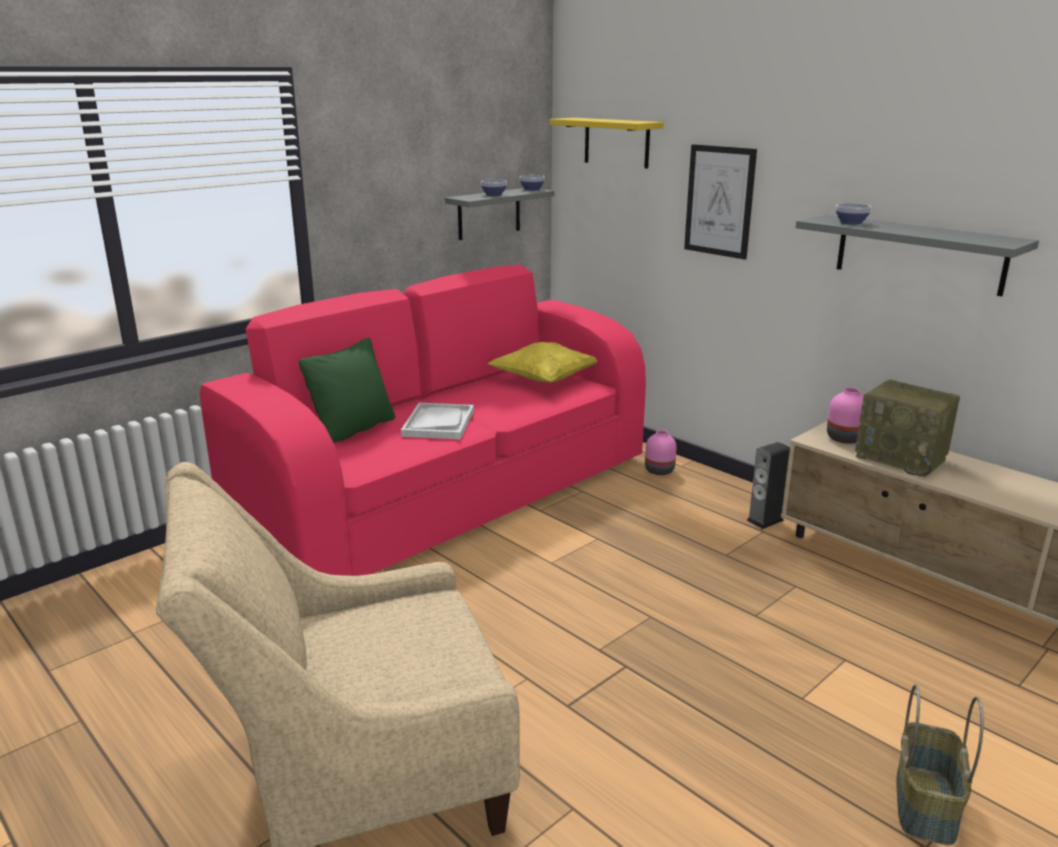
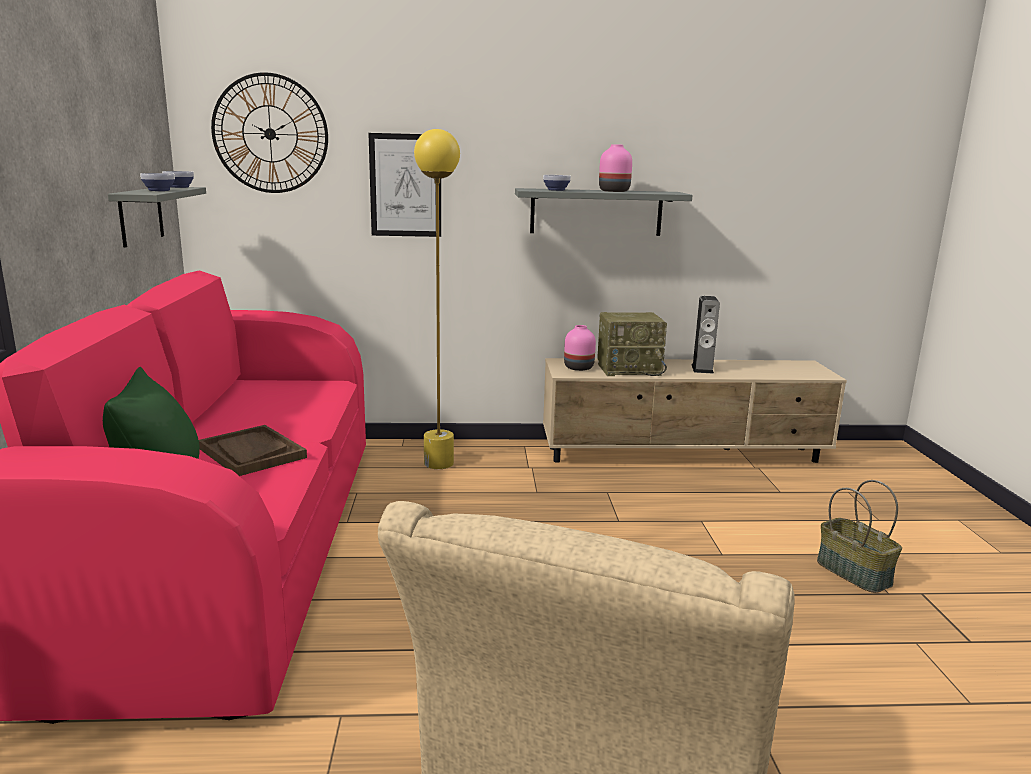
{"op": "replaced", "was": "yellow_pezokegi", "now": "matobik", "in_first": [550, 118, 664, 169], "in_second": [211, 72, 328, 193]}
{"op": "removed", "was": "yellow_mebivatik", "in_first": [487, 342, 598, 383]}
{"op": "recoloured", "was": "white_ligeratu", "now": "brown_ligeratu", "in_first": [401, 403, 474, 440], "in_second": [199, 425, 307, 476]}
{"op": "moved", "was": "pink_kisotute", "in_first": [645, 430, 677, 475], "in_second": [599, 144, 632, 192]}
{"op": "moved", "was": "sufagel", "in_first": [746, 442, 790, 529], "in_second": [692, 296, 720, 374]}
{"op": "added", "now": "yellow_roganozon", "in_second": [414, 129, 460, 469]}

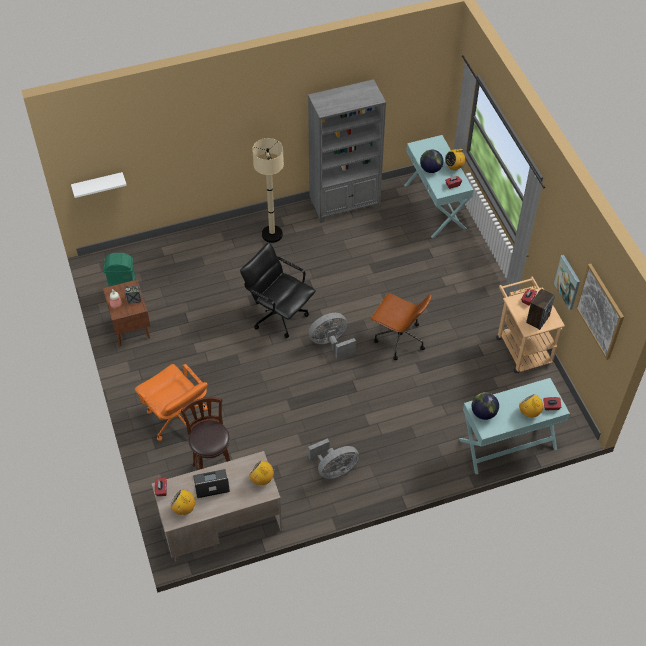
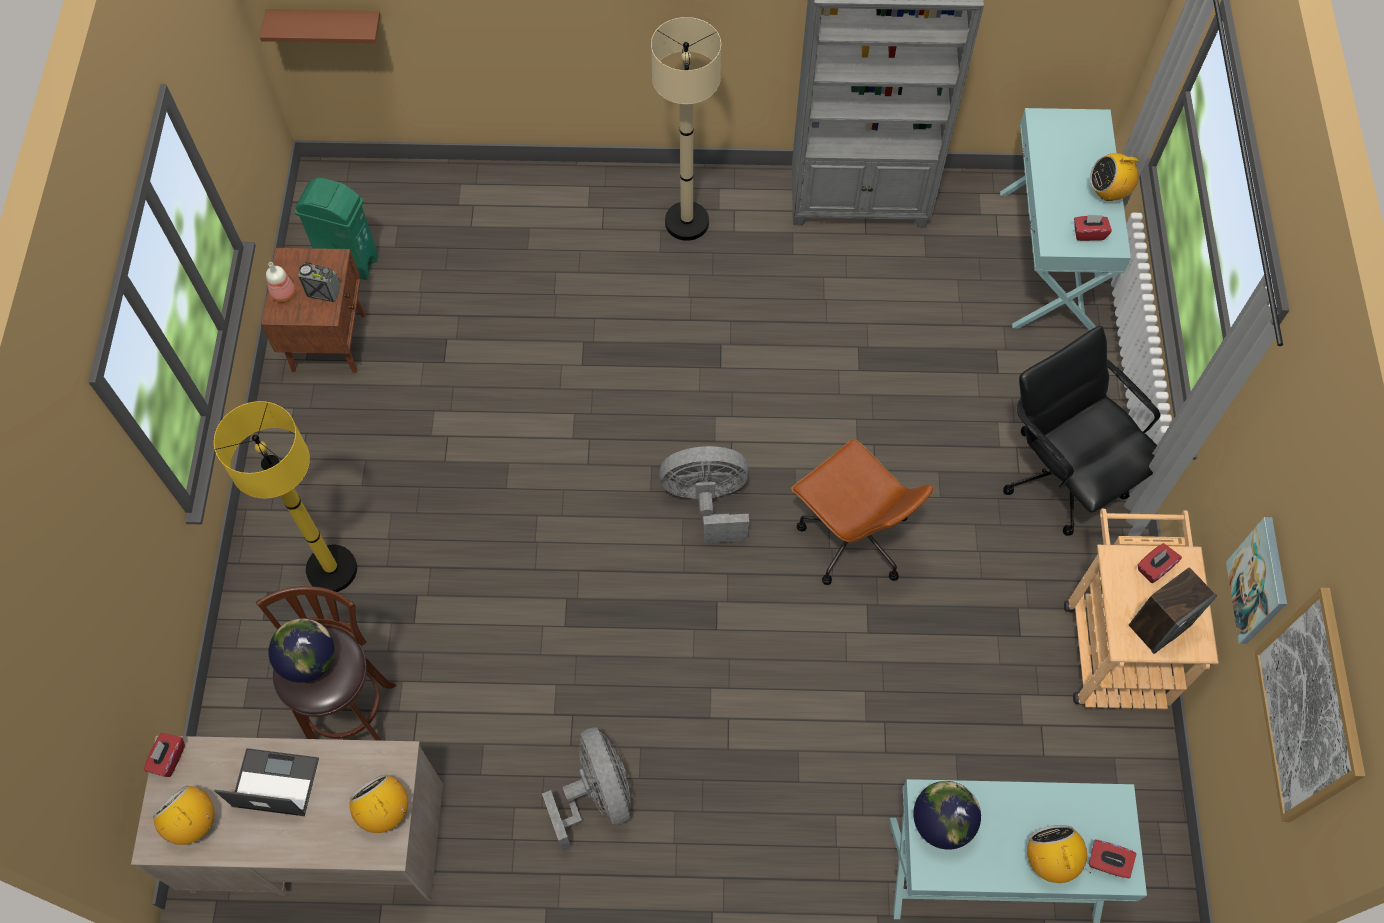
{"op": "moved", "was": "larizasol", "in_first": [420, 150, 443, 173], "in_second": [268, 618, 334, 683]}
{"op": "recoloured", "was": "white_pezokegi", "now": "brown_pezokegi", "in_first": [71, 172, 127, 198], "in_second": [260, 9, 380, 43]}
{"op": "moved", "was": "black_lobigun", "in_first": [240, 242, 316, 338], "in_second": [1003, 326, 1160, 536]}
{"op": "replaced", "was": "orange_lobigun", "now": "yellow_roganozon", "in_first": [135, 364, 208, 441], "in_second": [214, 401, 357, 592]}
{"op": "turned", "was": "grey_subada", "in_first": [308, 438, 359, 479], "in_second": [542, 727, 631, 851], "clockwise": -105}

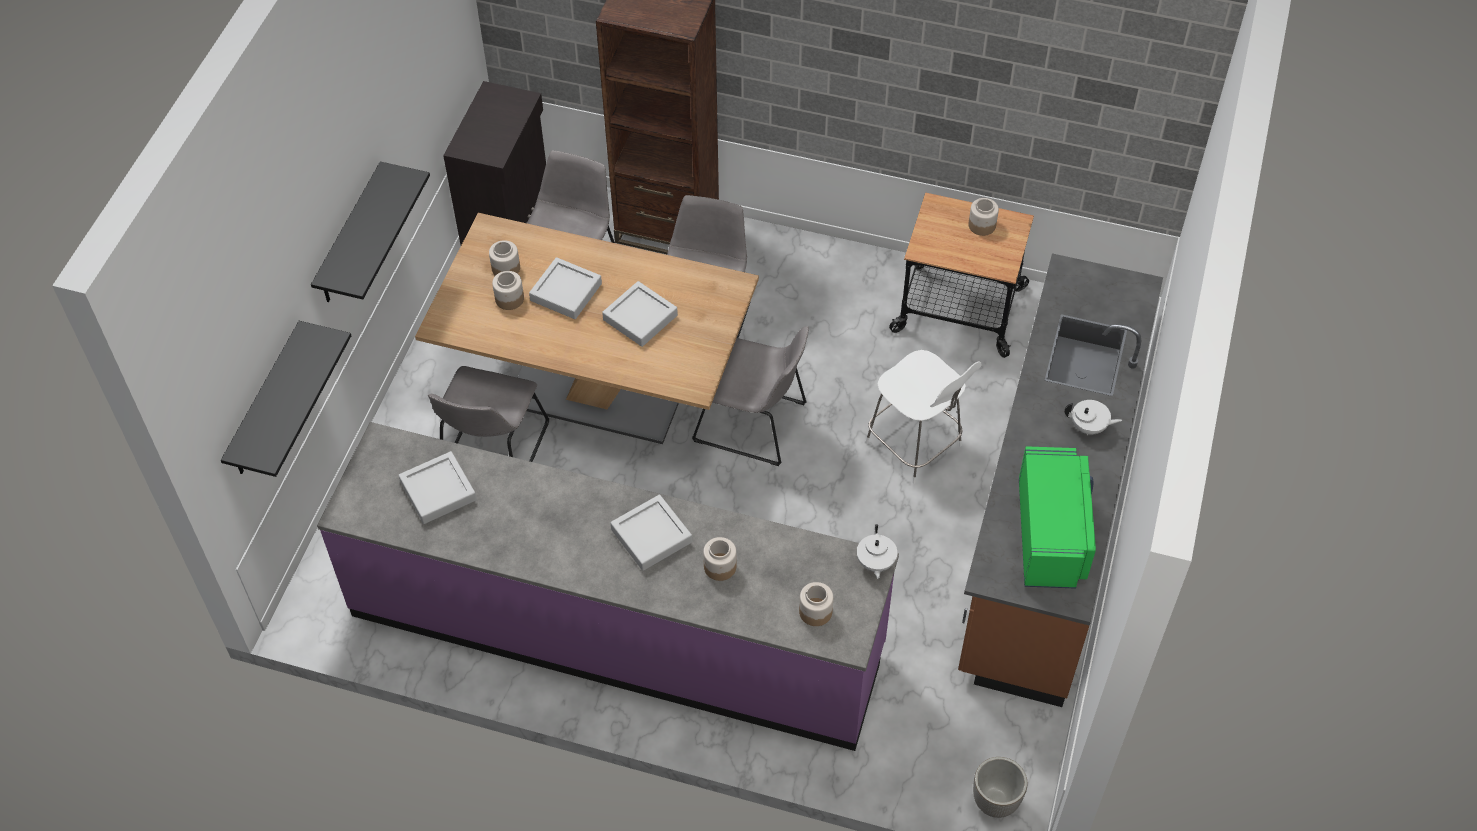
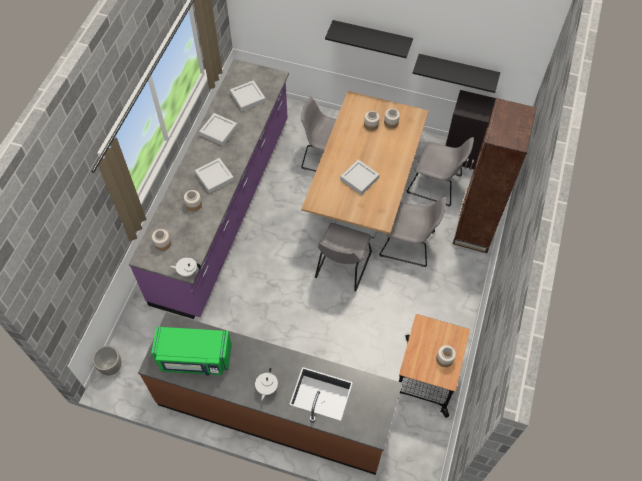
{"op": "moved", "was": "grey_ligeratu", "in_first": [529, 257, 602, 319], "in_second": [199, 113, 237, 146]}
{"op": "moved", "was": "black_pezokegi", "in_first": [221, 321, 351, 477], "in_second": [412, 54, 500, 93]}
{"op": "removed", "was": "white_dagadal", "in_first": [865, 350, 982, 484]}

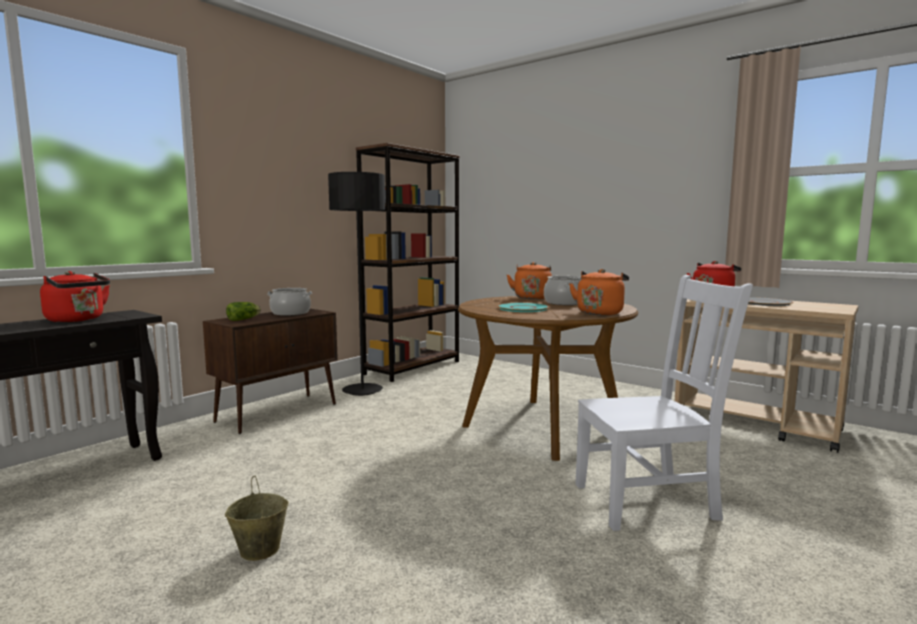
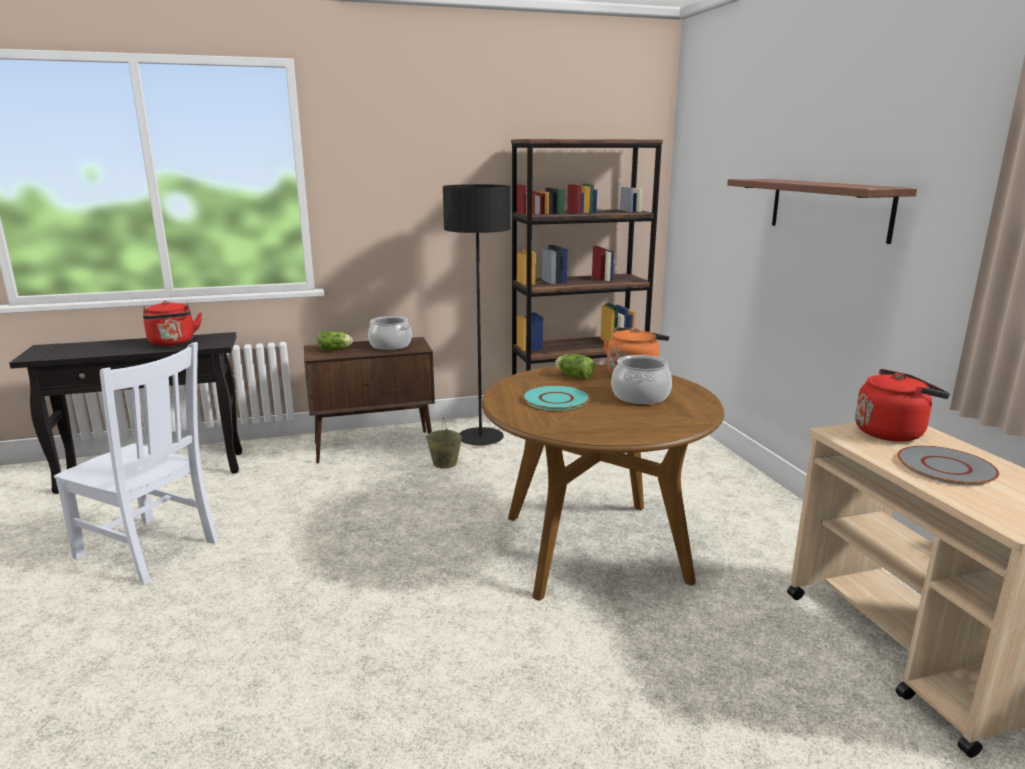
{"op": "removed", "was": "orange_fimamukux", "in_first": [569, 269, 629, 315]}
{"op": "moved", "was": "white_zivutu", "in_first": [575, 275, 753, 531], "in_second": [54, 342, 218, 585]}
{"op": "moved", "was": "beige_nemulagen", "in_first": [225, 476, 288, 561], "in_second": [425, 418, 462, 469]}
{"op": "added", "now": "pezokegi", "in_second": [727, 179, 917, 244]}
{"op": "added", "now": "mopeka", "in_second": [555, 354, 595, 380]}

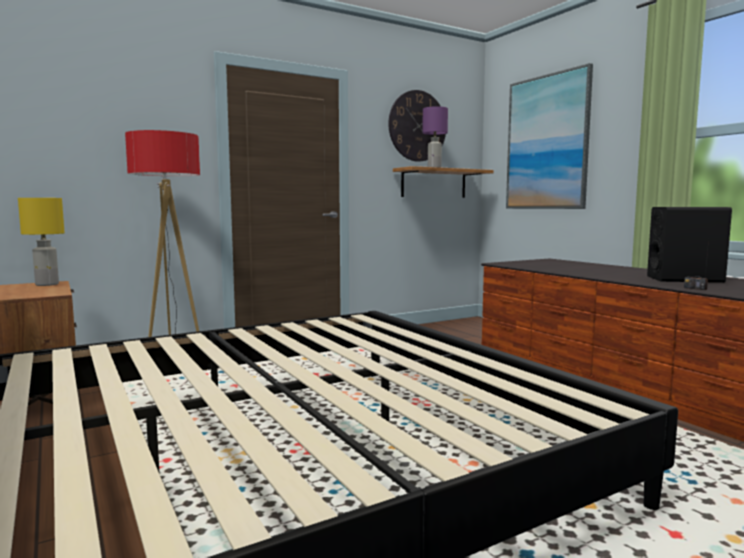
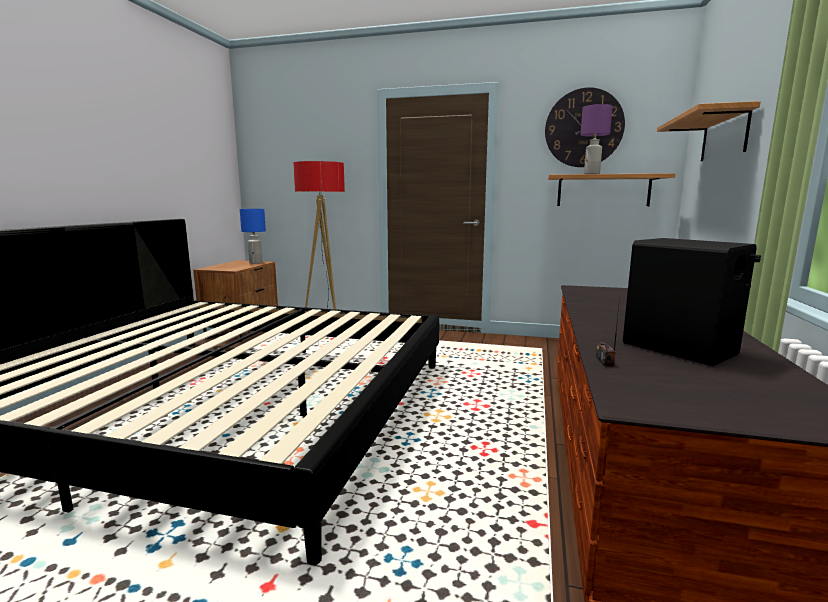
{"op": "replaced", "was": "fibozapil", "now": "pezokegi", "in_first": [506, 63, 593, 209], "in_second": [657, 101, 761, 161]}
{"op": "recoloured", "was": "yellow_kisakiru", "now": "blue_kisakiru", "in_first": [18, 198, 65, 286], "in_second": [240, 209, 266, 264]}

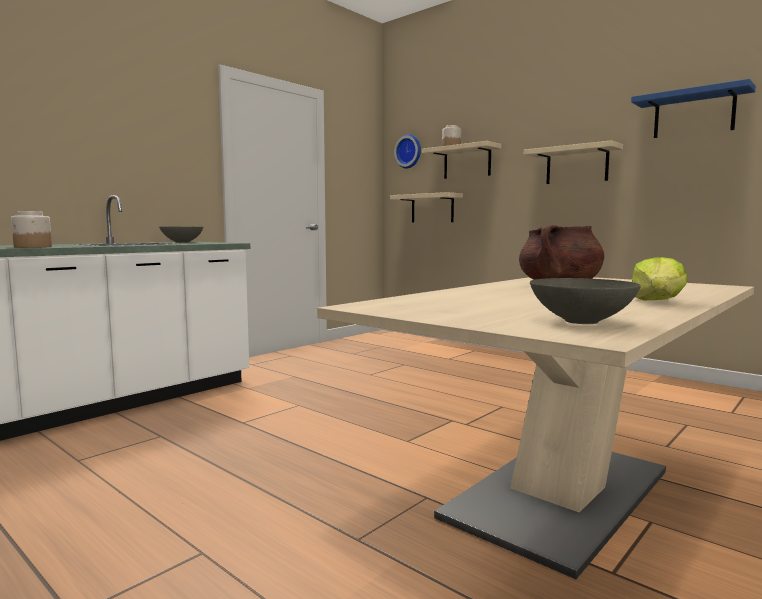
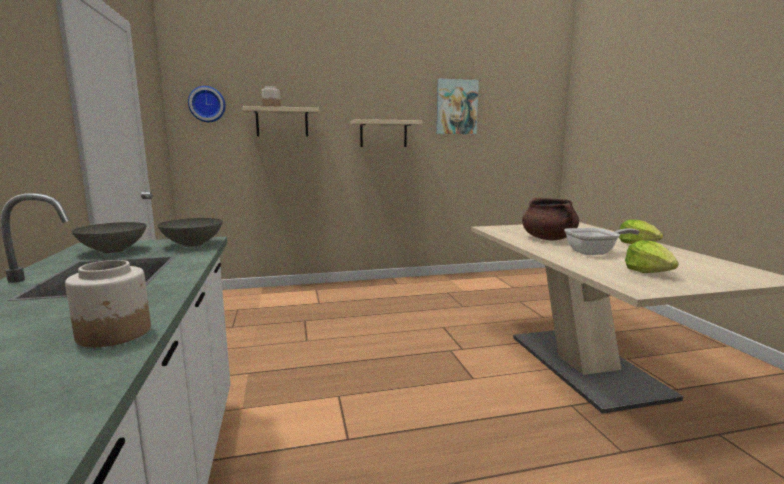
{"op": "replaced", "was": "blue_pezokegi", "now": "fibozapil", "in_first": [631, 79, 756, 138], "in_second": [436, 79, 479, 134]}
{"op": "removed", "was": "beige_pezokegi", "in_first": [390, 192, 463, 223]}
{"op": "moved", "was": "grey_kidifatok", "in_first": [530, 278, 641, 324], "in_second": [157, 218, 223, 247]}
{"op": "added", "now": "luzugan", "in_second": [564, 228, 640, 255]}
{"op": "added", "now": "mopeka", "in_second": [625, 240, 679, 273]}

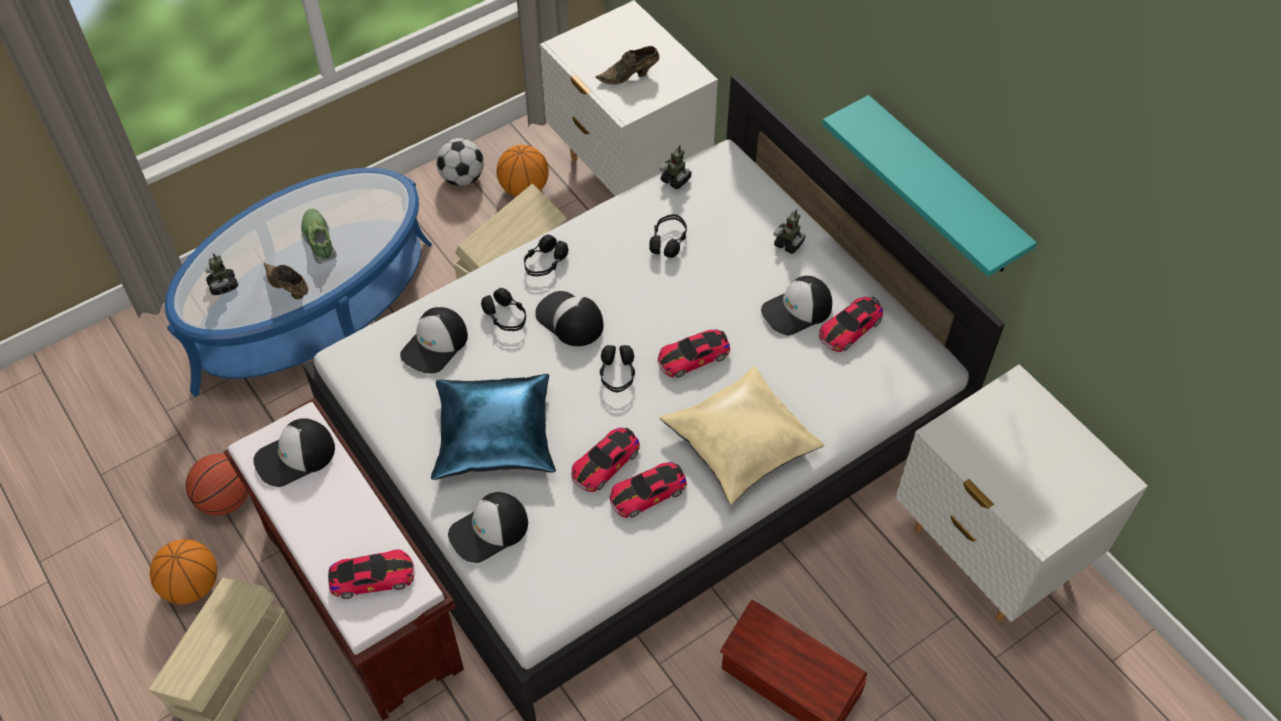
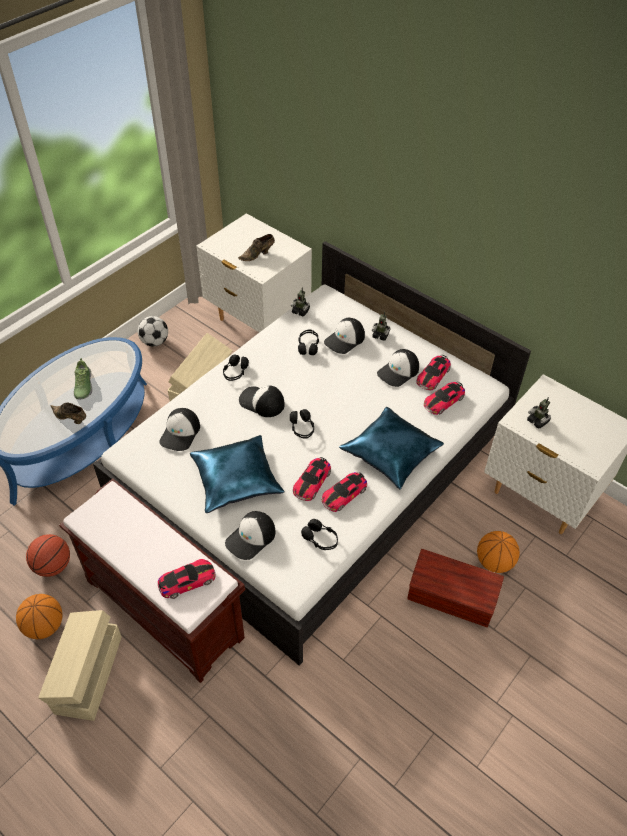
{"op": "removed", "was": "turquoise_pezokegi", "in_first": [822, 95, 1037, 277]}
{"op": "moved", "was": "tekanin", "in_first": [497, 145, 549, 197], "in_second": [477, 531, 520, 573]}
{"op": "turned", "was": "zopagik", "in_first": [301, 209, 337, 264], "in_second": [74, 358, 92, 400], "clockwise": -150}
{"op": "moved", "was": "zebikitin", "in_first": [205, 253, 238, 295], "in_second": [527, 397, 551, 429]}
{"op": "moved", "was": "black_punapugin", "in_first": [481, 288, 526, 331], "in_second": [301, 519, 338, 550]}
{"op": "moved", "was": "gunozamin", "in_first": [658, 329, 730, 378], "in_second": [424, 382, 465, 415]}
{"op": "recoloured", "was": "beige_mebivatik", "now": "blue_mebivatik", "in_first": [660, 367, 824, 505], "in_second": [339, 407, 444, 489]}
{"op": "moved", "was": "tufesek", "in_first": [253, 418, 335, 487], "in_second": [324, 318, 365, 354]}

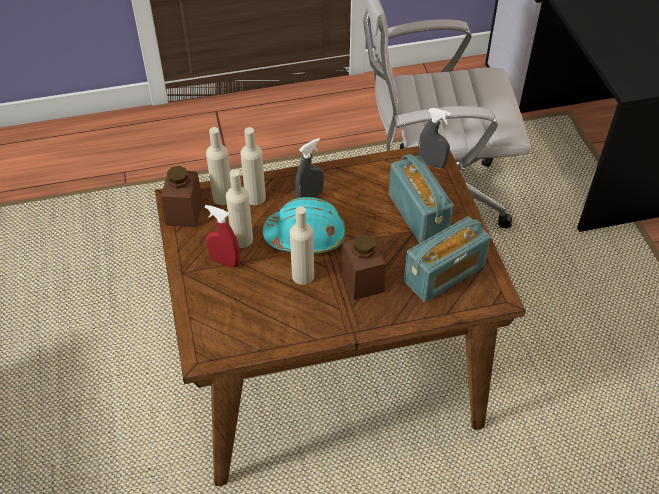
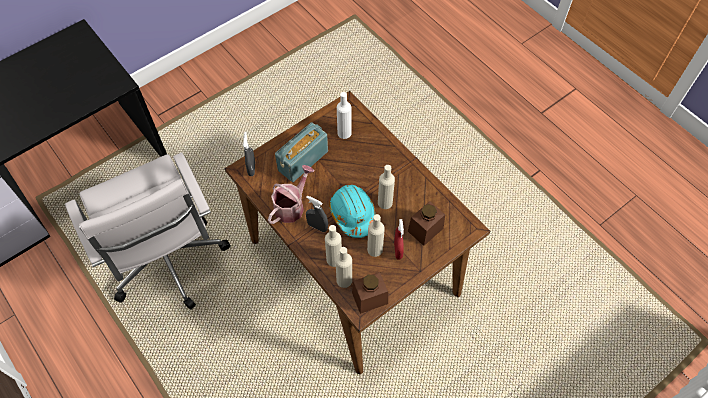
{"op": "replaced", "was": "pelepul", "now": "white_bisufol", "in_first": [404, 216, 491, 302], "in_second": [337, 92, 352, 139]}
{"op": "moved", "was": "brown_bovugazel", "in_first": [340, 234, 385, 300], "in_second": [408, 201, 445, 246]}
{"op": "added", "now": "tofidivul", "in_second": [268, 165, 314, 224]}

